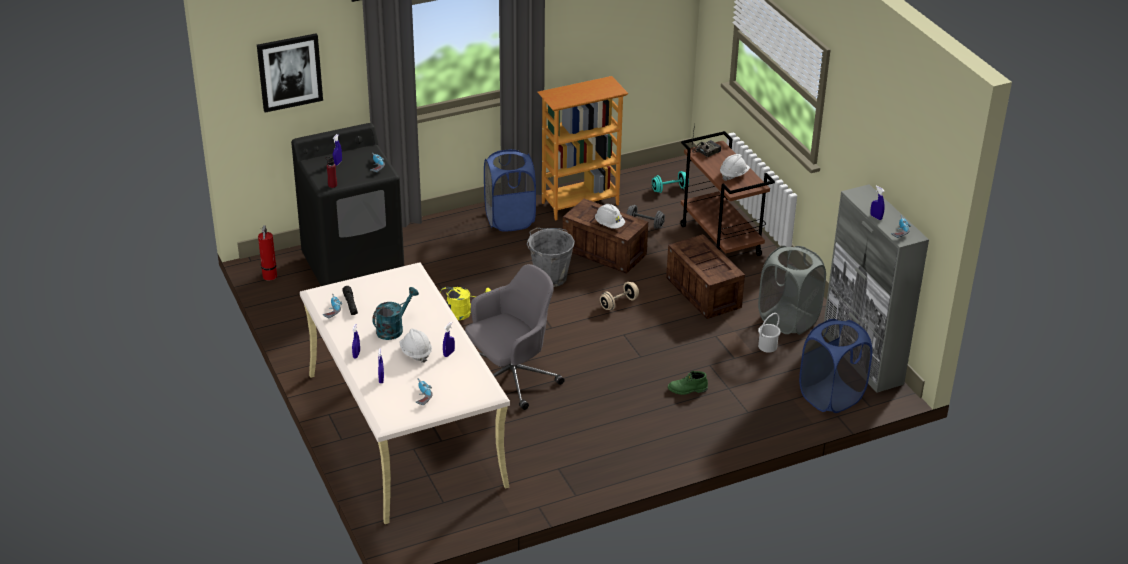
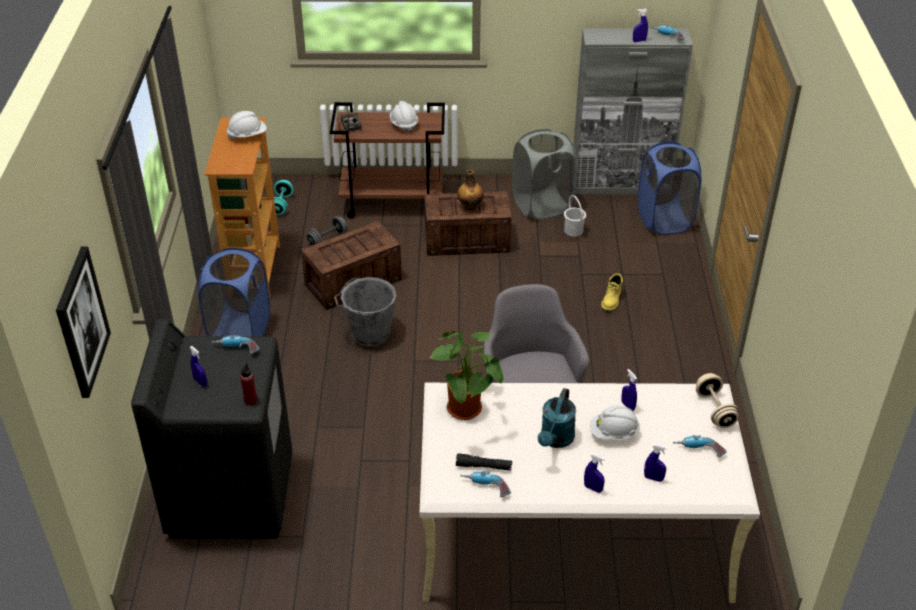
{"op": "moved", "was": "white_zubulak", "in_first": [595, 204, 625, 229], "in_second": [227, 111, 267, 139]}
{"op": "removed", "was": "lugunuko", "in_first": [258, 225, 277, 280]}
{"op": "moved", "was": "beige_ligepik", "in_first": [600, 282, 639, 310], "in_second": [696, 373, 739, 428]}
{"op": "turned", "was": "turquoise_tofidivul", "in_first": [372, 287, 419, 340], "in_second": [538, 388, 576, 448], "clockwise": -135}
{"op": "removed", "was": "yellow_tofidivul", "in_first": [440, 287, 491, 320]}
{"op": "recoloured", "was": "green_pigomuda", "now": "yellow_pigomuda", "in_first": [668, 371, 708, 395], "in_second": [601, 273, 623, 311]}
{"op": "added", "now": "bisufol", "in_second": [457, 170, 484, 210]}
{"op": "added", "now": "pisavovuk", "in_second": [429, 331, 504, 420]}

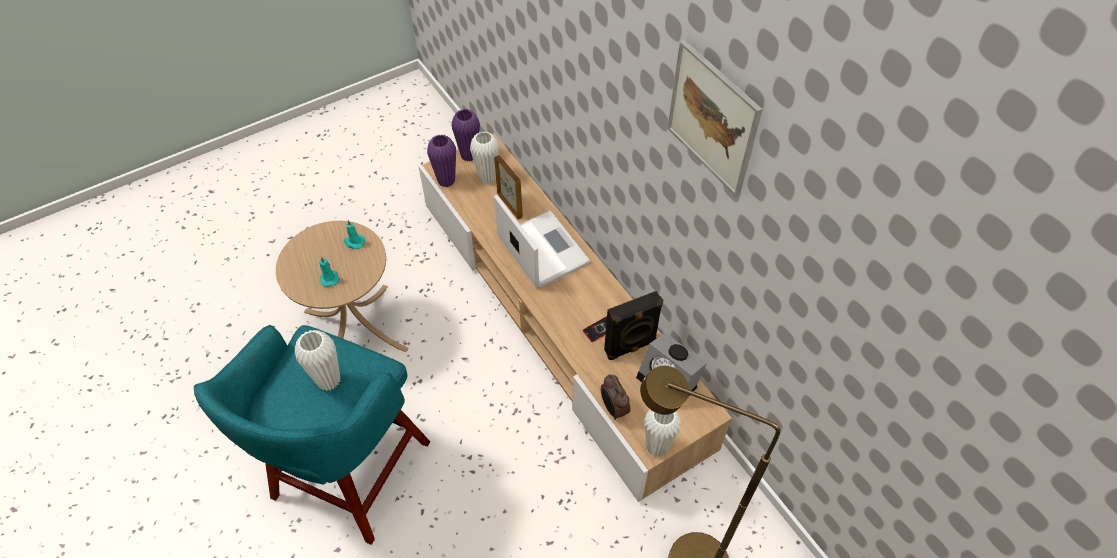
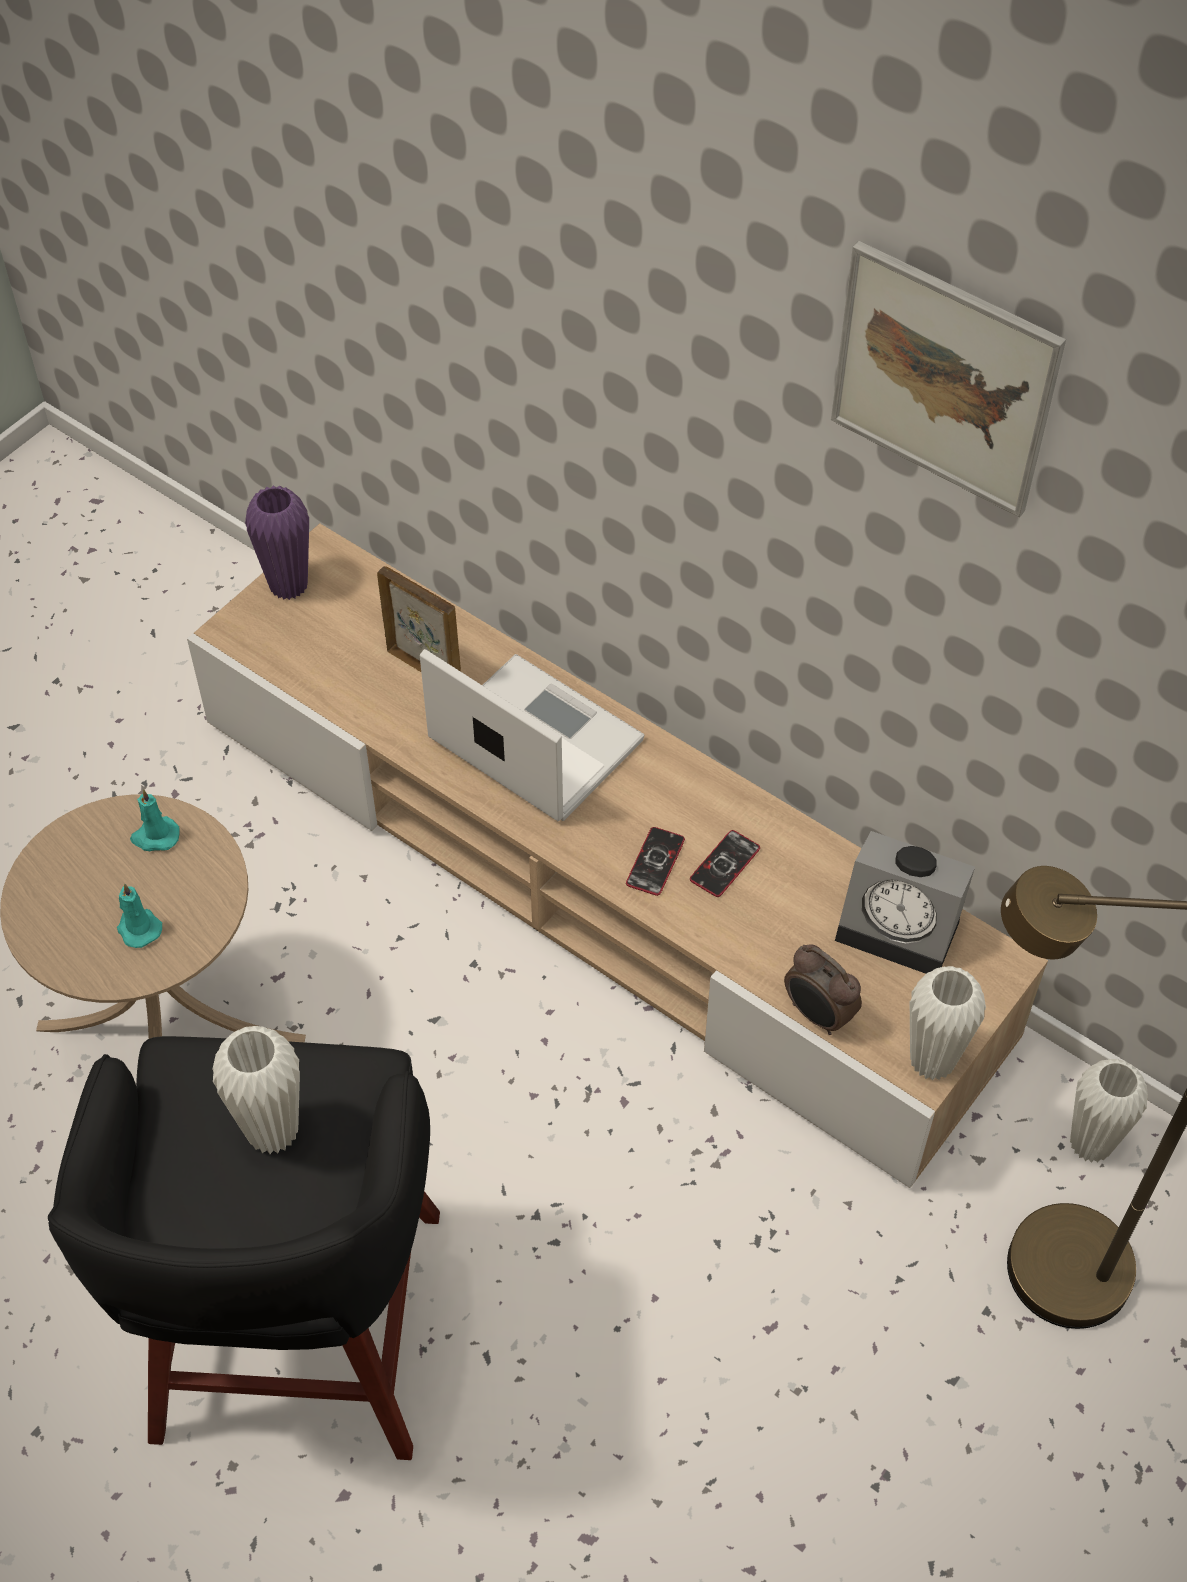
{"op": "moved", "was": "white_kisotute", "in_first": [470, 131, 499, 184], "in_second": [1070, 1059, 1148, 1163]}
{"op": "removed", "was": "purple_kisotute", "in_first": [427, 134, 456, 187]}
{"op": "removed", "was": "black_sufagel", "in_first": [604, 291, 663, 360]}
{"op": "recoloured", "was": "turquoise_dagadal", "now": "black_dagadal", "in_first": [194, 325, 430, 545], "in_second": [48, 1036, 440, 1460]}
{"op": "added", "now": "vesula", "in_second": [626, 827, 685, 896]}

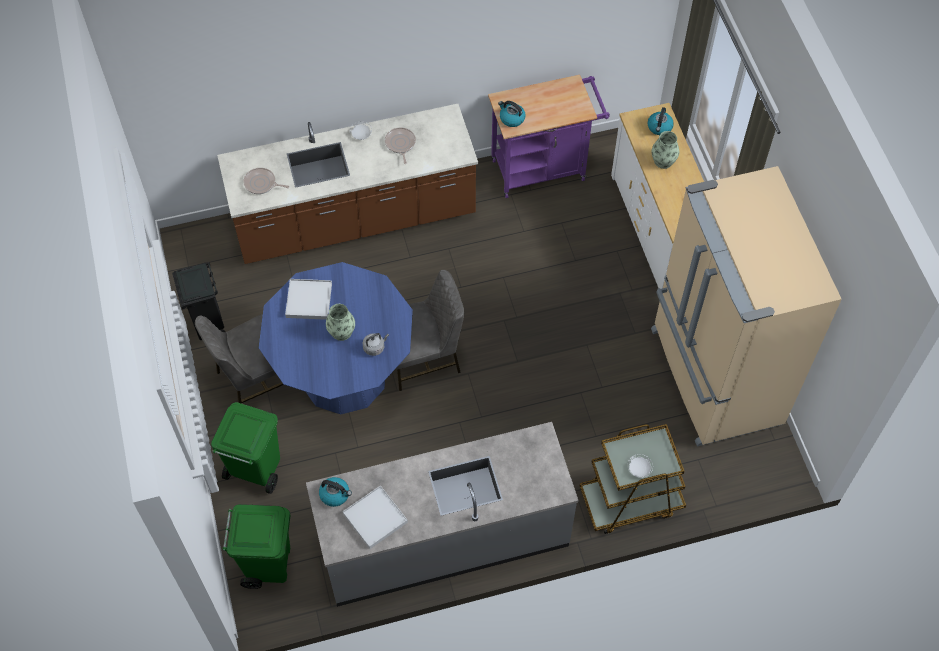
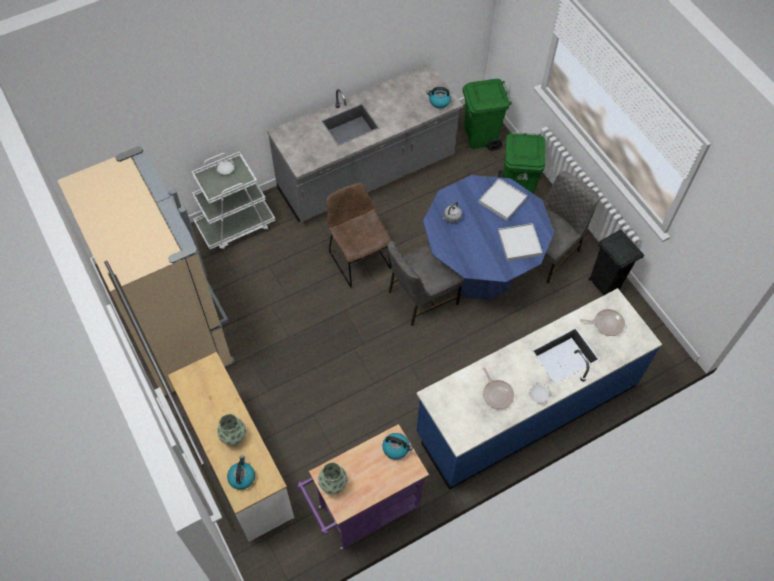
{"op": "recoloured", "was": "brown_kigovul", "now": "blue_kigovul", "in_first": [217, 104, 478, 264], "in_second": [416, 288, 662, 490]}
{"op": "moved", "was": "kisotute", "in_first": [326, 304, 355, 341], "in_second": [318, 462, 348, 494]}
{"op": "recoloured", "was": "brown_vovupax", "now": "white_vovupax", "in_first": [580, 424, 686, 534], "in_second": [192, 151, 276, 250]}
{"op": "moved", "was": "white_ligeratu", "in_first": [343, 485, 408, 549], "in_second": [479, 178, 527, 221]}
{"op": "added", "now": "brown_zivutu", "in_second": [327, 183, 392, 287]}

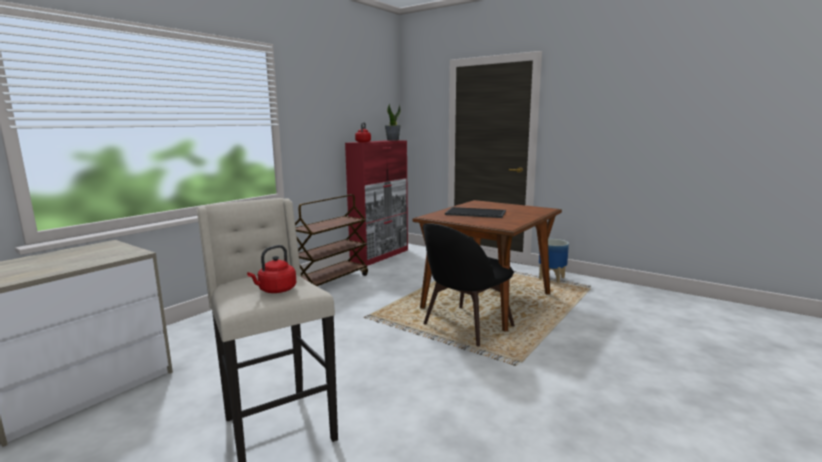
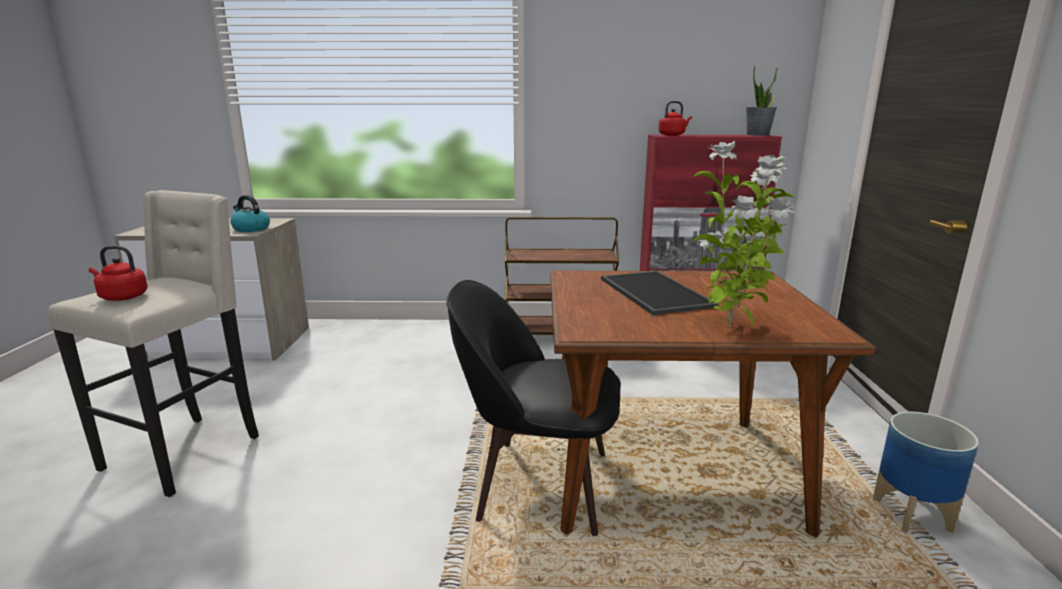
{"op": "added", "now": "pisavovuk", "in_second": [693, 141, 795, 326]}
{"op": "added", "now": "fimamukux", "in_second": [230, 195, 270, 232]}

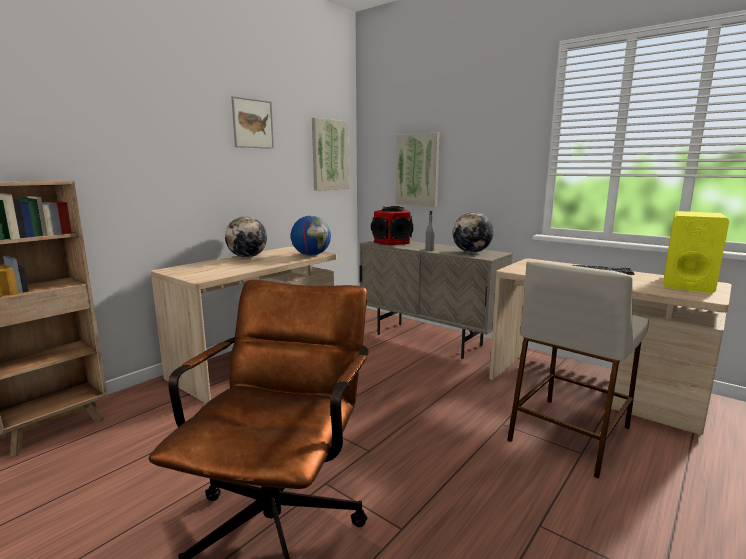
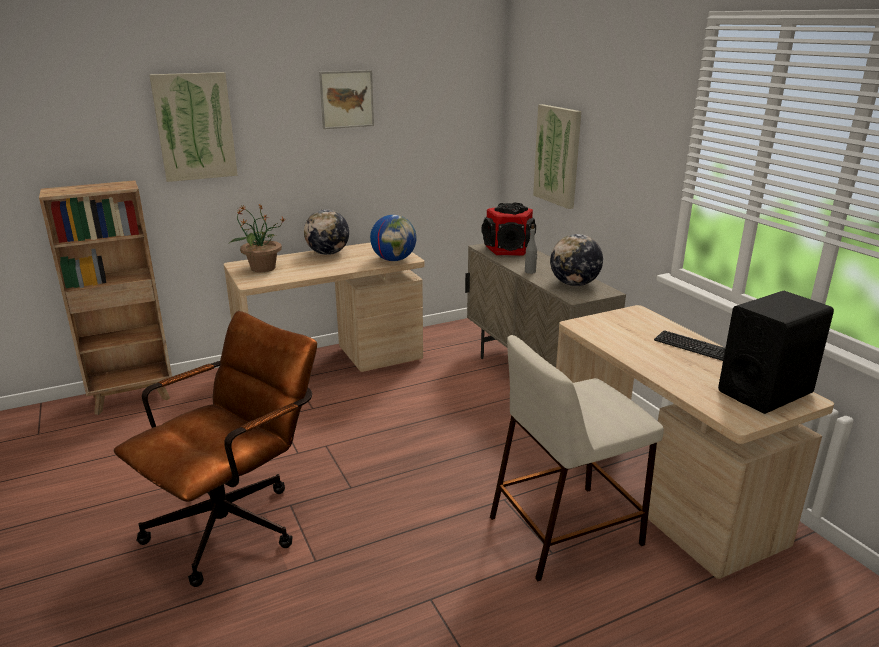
{"op": "moved", "was": "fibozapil", "in_first": [312, 118, 349, 191], "in_second": [149, 72, 238, 182]}
{"op": "recoloured", "was": "yellow_sufagel", "now": "black_sufagel", "in_first": [664, 211, 729, 293], "in_second": [718, 291, 834, 414]}
{"op": "added", "now": "pisavovuk", "in_second": [230, 204, 285, 272]}

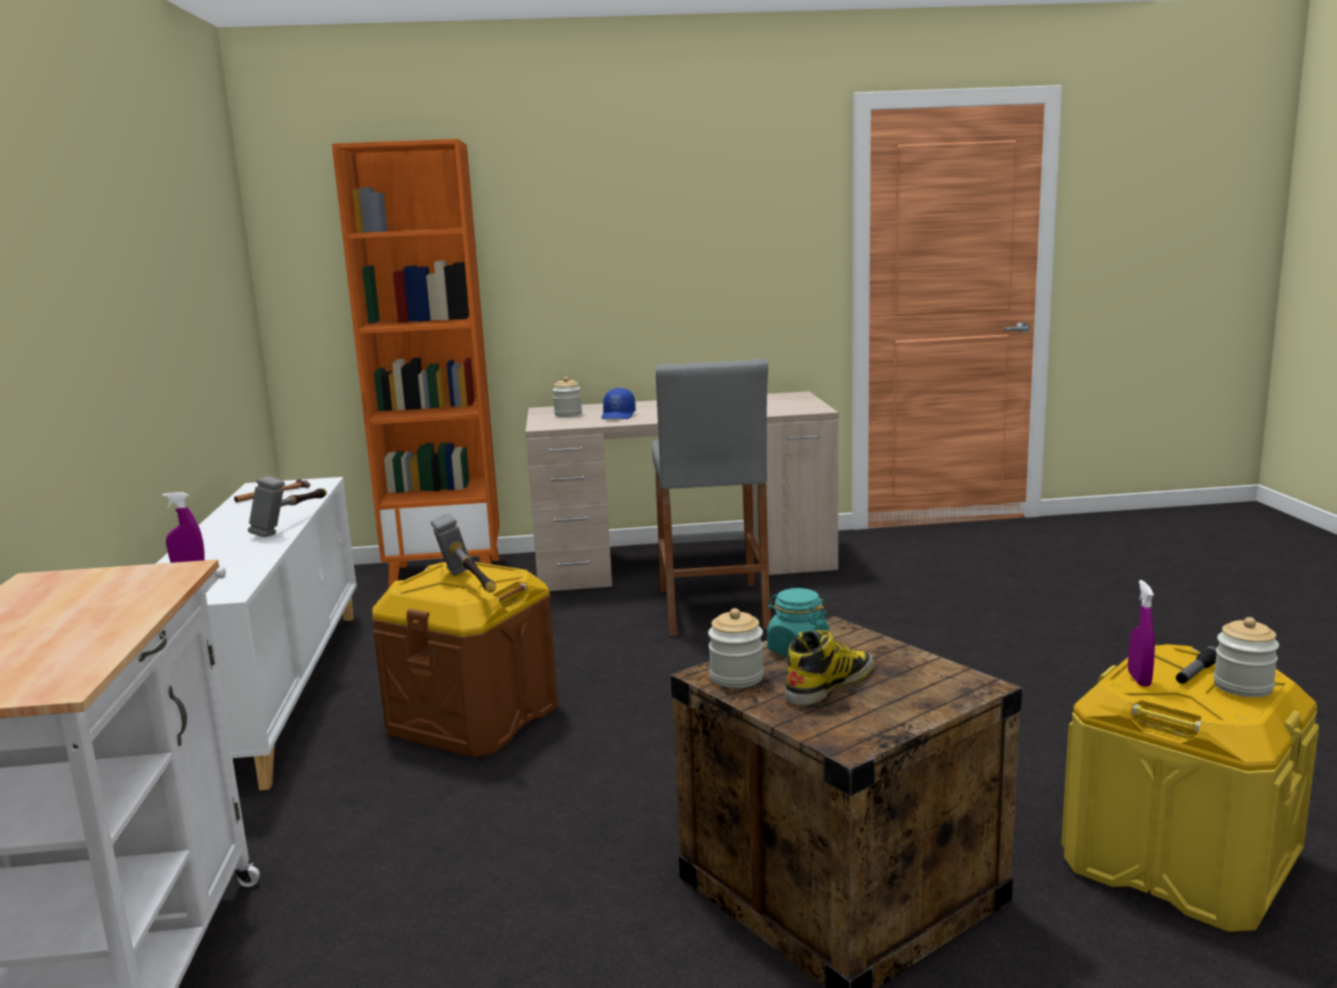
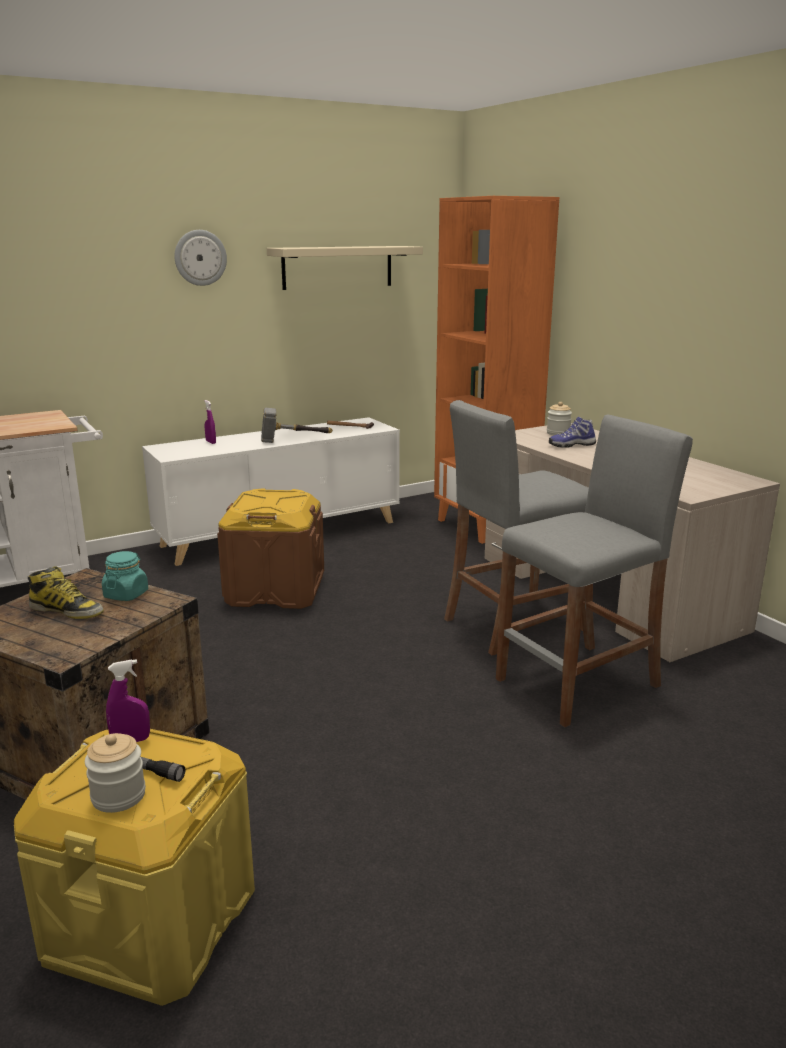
{"op": "replaced", "was": "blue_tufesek", "now": "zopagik", "in_first": [601, 388, 636, 419], "in_second": [549, 417, 596, 448]}
{"op": "removed", "was": "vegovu", "in_first": [430, 513, 496, 593]}
{"op": "removed", "was": "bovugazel", "in_first": [708, 608, 764, 688]}
{"op": "added", "now": "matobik", "in_second": [174, 230, 227, 286]}
{"op": "added", "now": "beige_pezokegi", "in_second": [267, 246, 423, 290]}
{"op": "added", "now": "grey_dagadal", "in_second": [496, 414, 693, 727]}

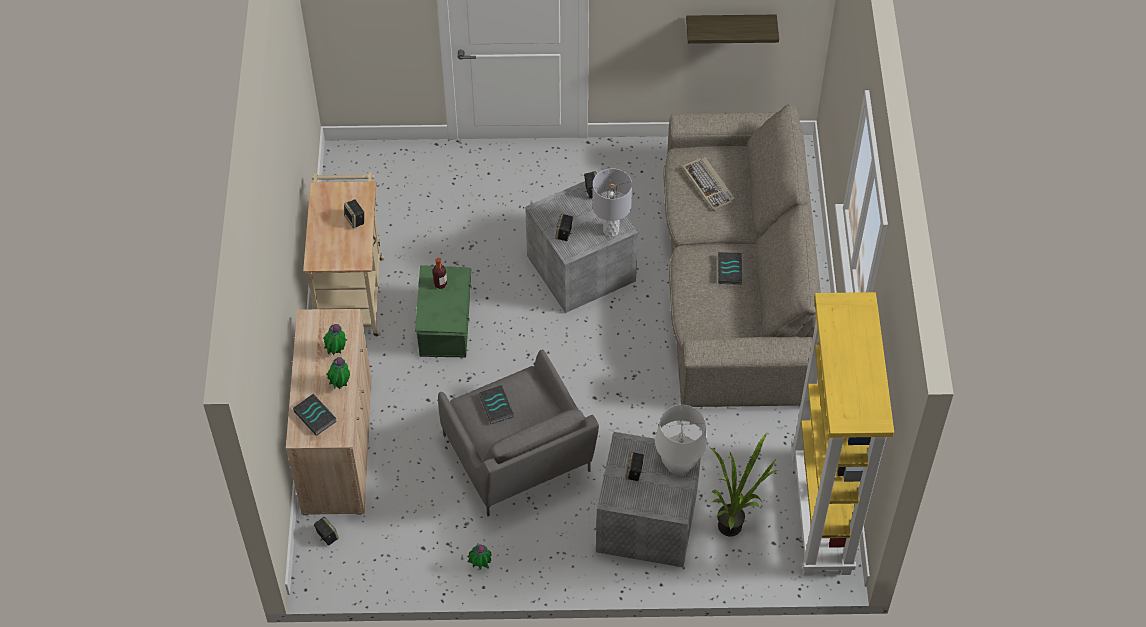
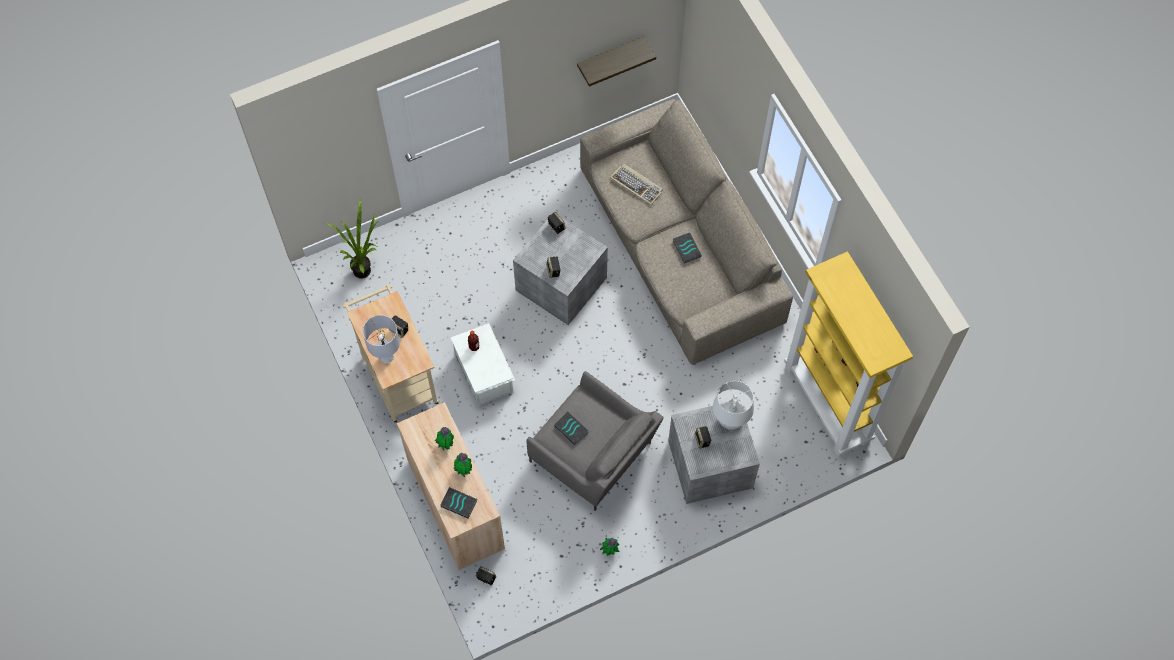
{"op": "moved", "was": "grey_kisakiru", "in_first": [592, 168, 632, 237], "in_second": [363, 315, 400, 363]}
{"op": "recoloured", "was": "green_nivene", "now": "white_nivene", "in_first": [415, 265, 472, 357], "in_second": [451, 323, 515, 407]}
{"op": "moved", "was": "pisavovuk", "in_first": [710, 433, 778, 536], "in_second": [326, 199, 379, 279]}

